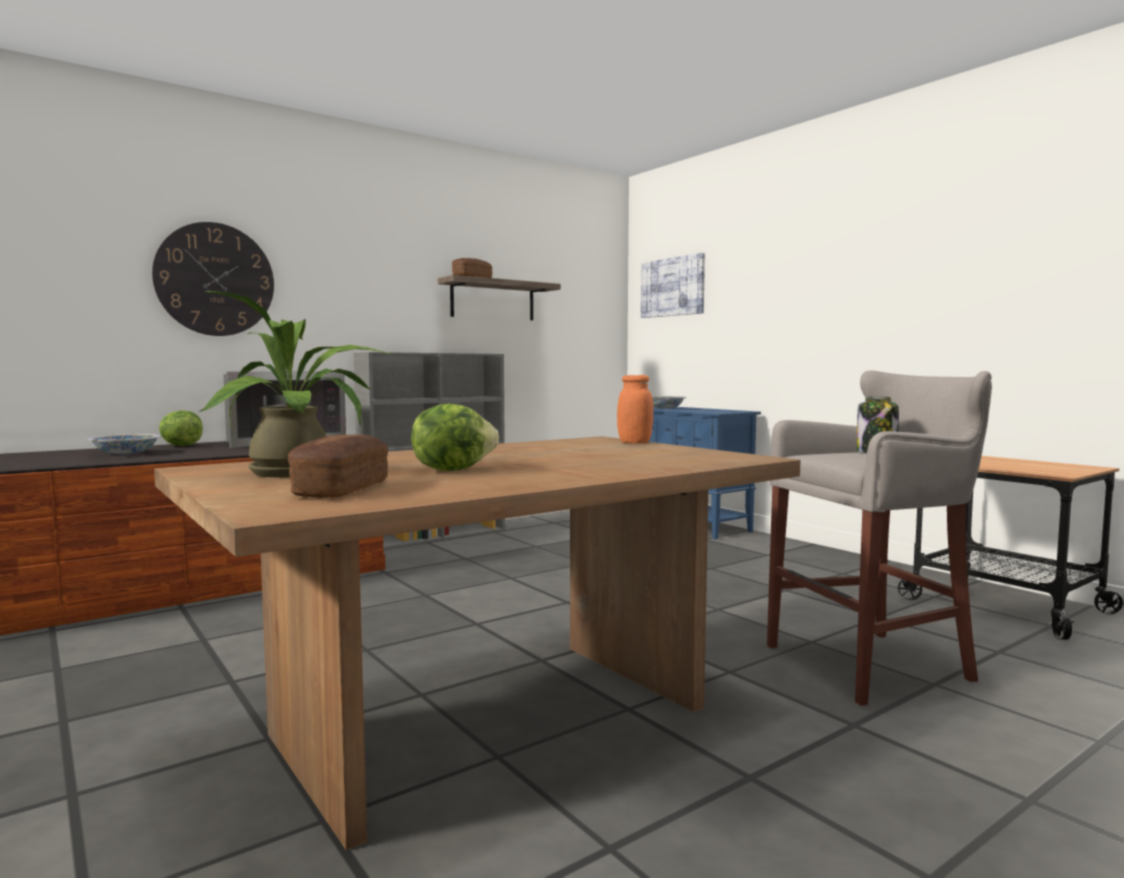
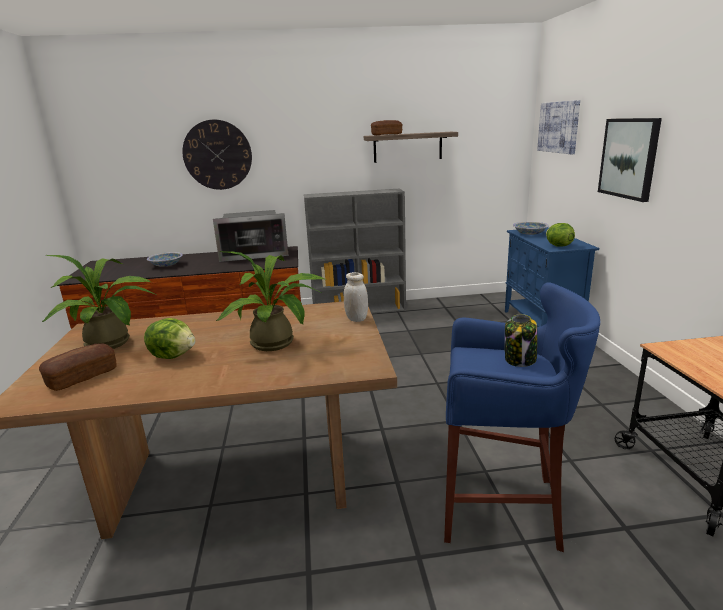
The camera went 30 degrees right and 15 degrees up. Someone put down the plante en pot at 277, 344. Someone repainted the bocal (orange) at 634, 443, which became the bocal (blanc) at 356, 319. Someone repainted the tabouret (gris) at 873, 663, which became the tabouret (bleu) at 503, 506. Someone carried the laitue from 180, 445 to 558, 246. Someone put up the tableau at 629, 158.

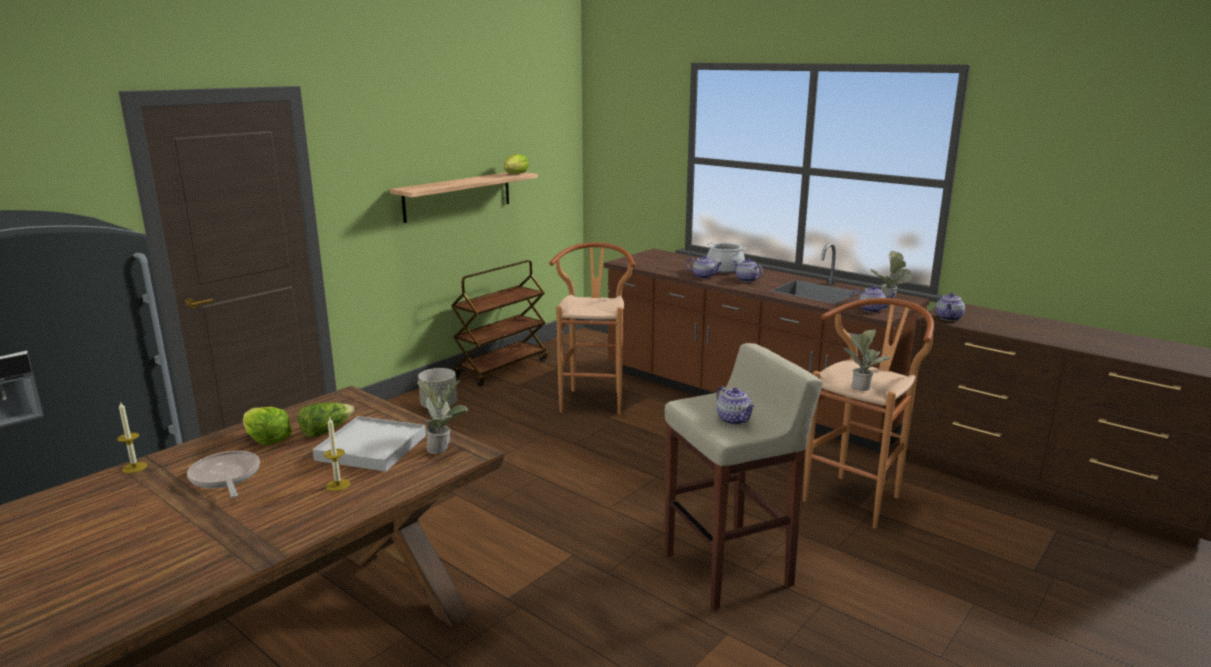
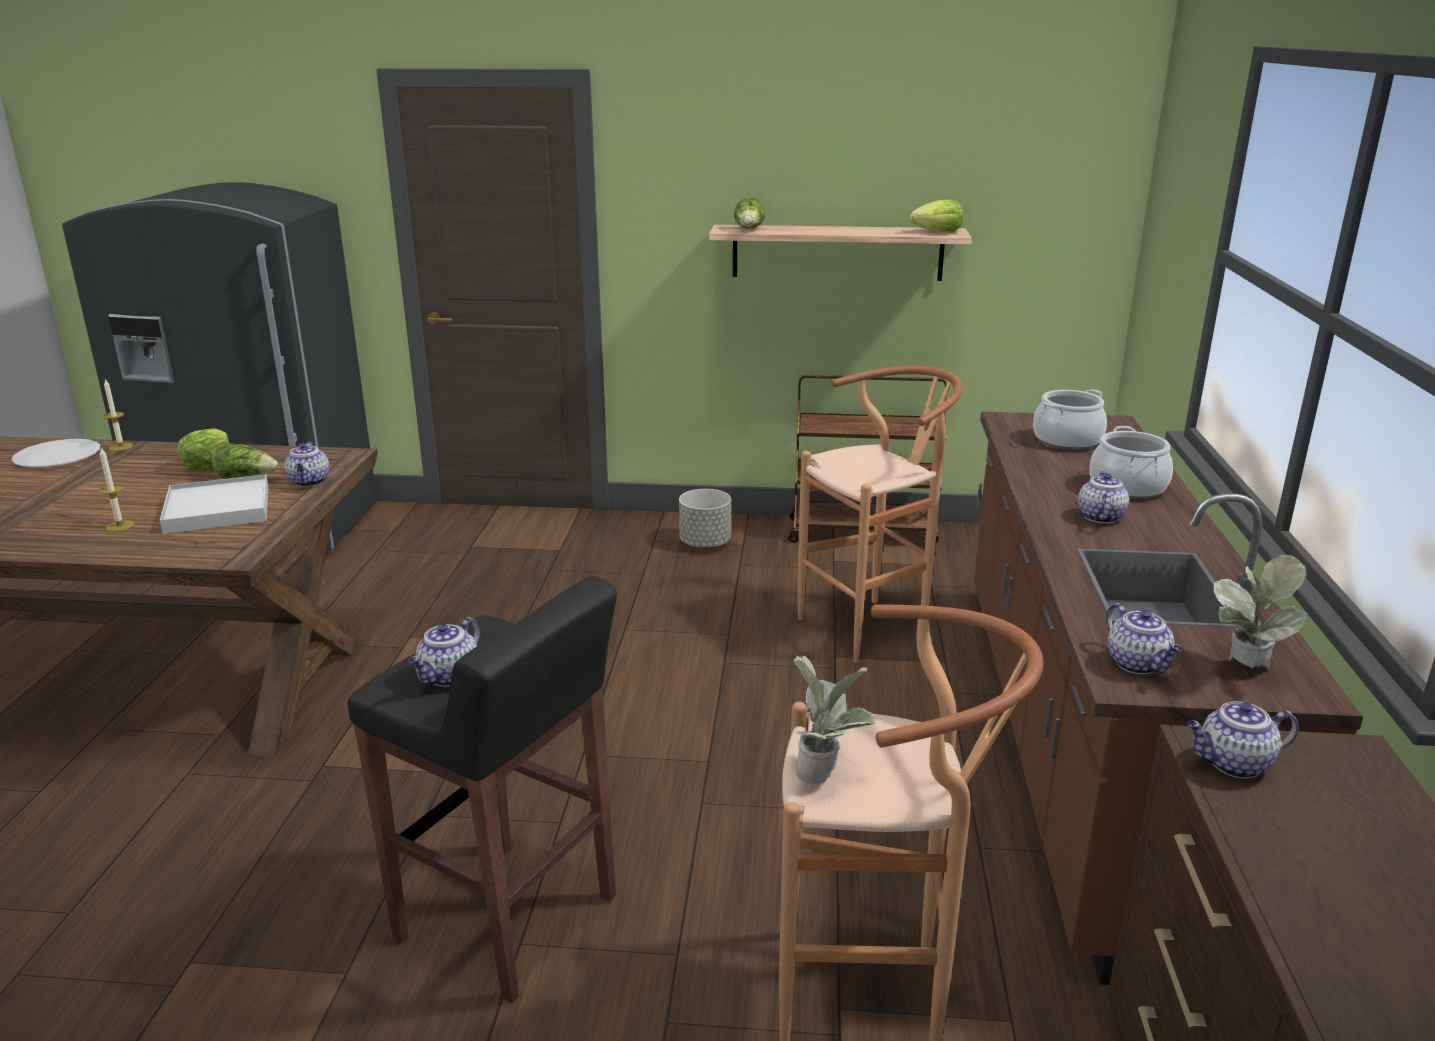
The camera went 55 degrees right and 5 degrees up. Someone put down the assiette (blanc) at 57, 456. Someone carried the théière from 704, 276 to 309, 482. Someone repainted the tabouret (beige) at 729, 569, which became the tabouret (noir) at 509, 920. Someone put down the laitue at 749, 229. Someone put down the marmite at 1066, 440. Someone took away the poêle at 225, 477. Someone took away the plante en pot at 444, 448.

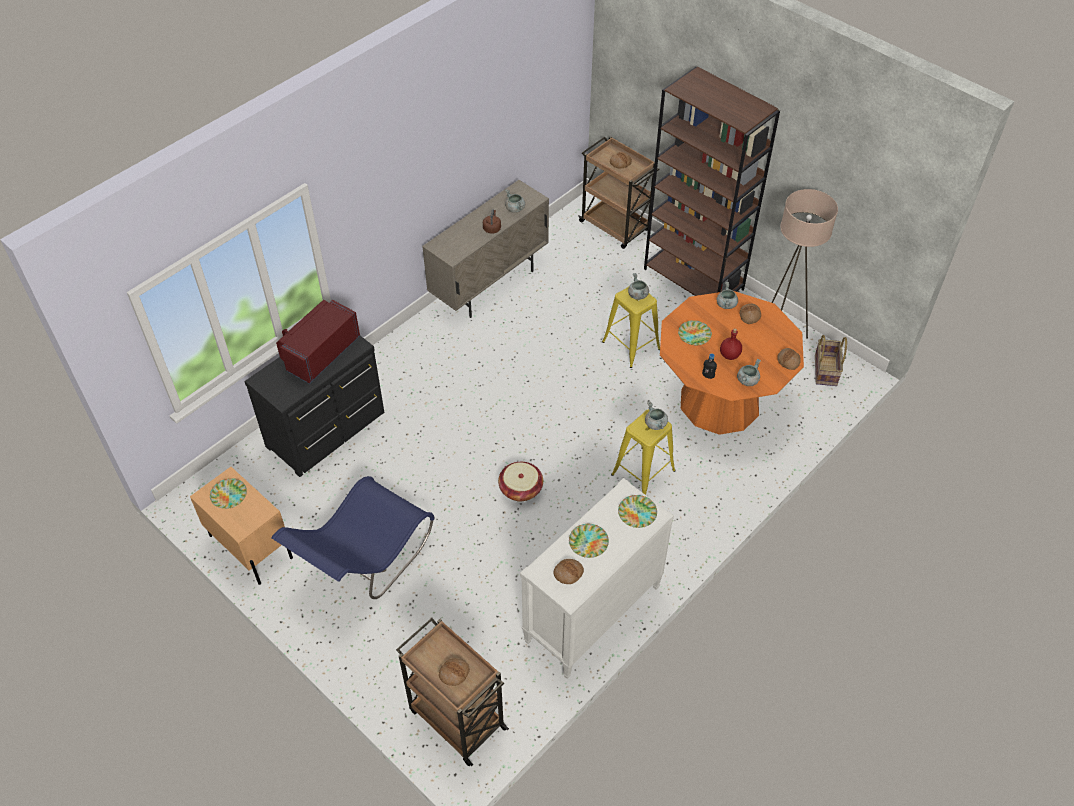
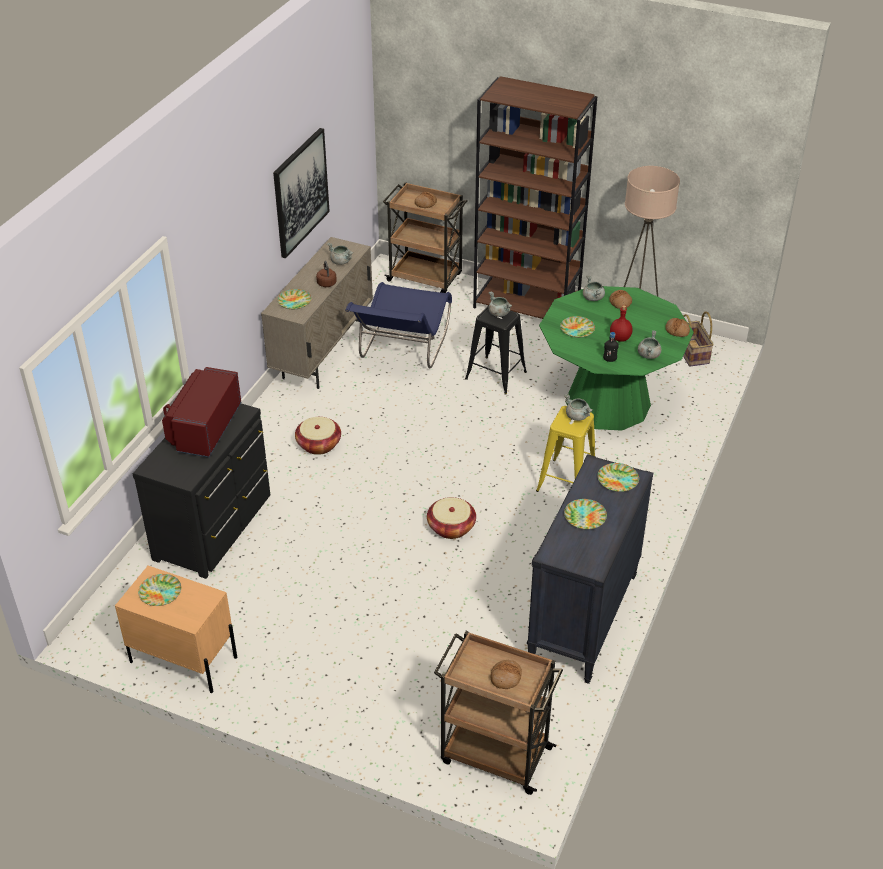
The camera went 20 degrees left and 10 degrees down. Someone put up the tableau at 300, 192. Someone put down the assiette at 294, 301. Someone put down the panier at 319, 444. Someone carried the chaise (bleu) from 364, 561 to 402, 351. Someone repainted the tabouret (jaune) at 631, 345, which became the tabouret (noir) at 496, 375. Someone repainted the commode (blanc) at 592, 615, which became the commode (noir) at 583, 619. Someone repainted the table à manger (orange) at 719, 402, which became the table à manger (vert) at 607, 403. Someone took away the pain at 568, 573.

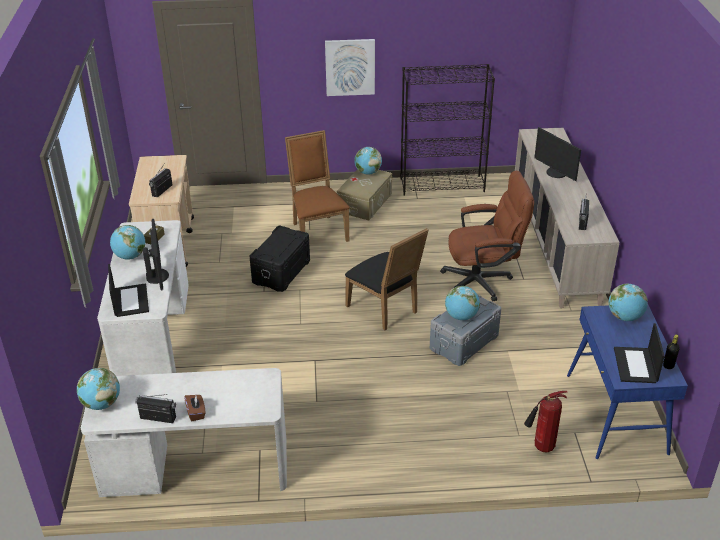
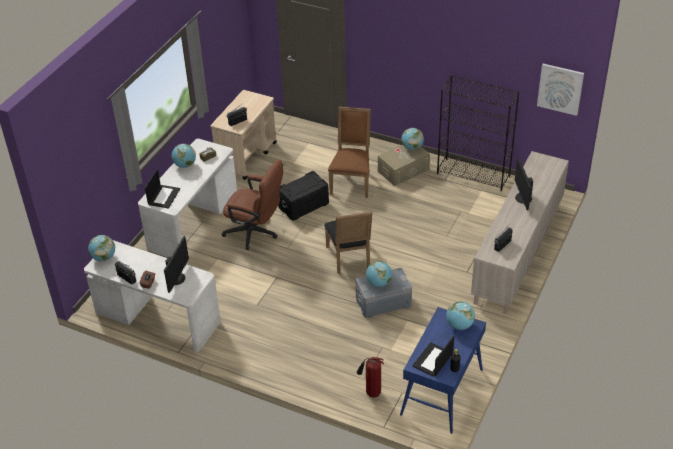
The camera went 30 degrees right and 5 degrees up. Someone carried the écran d'ordinateur from 158, 276 to 177, 278. Someone carried the chaise de bureau (marron) from 483, 281 to 255, 233. Someone carried the tableau from 350, 67 to 560, 89.

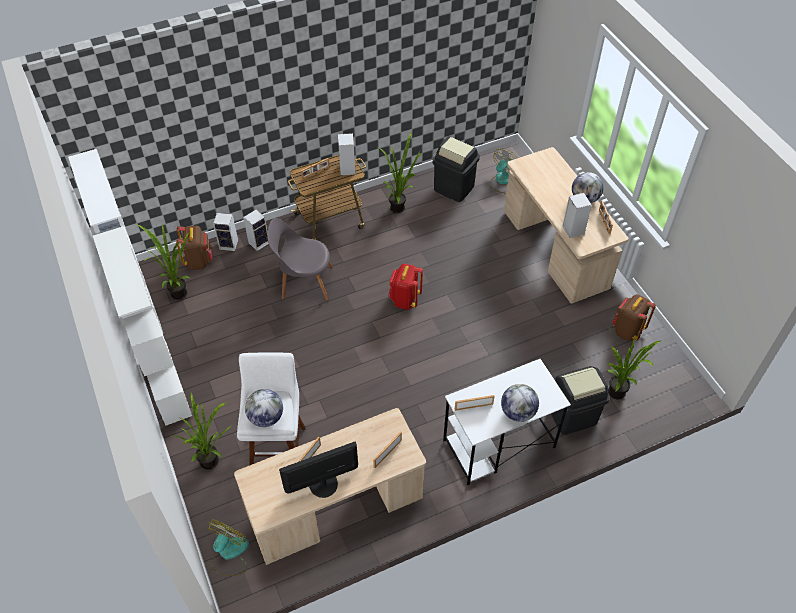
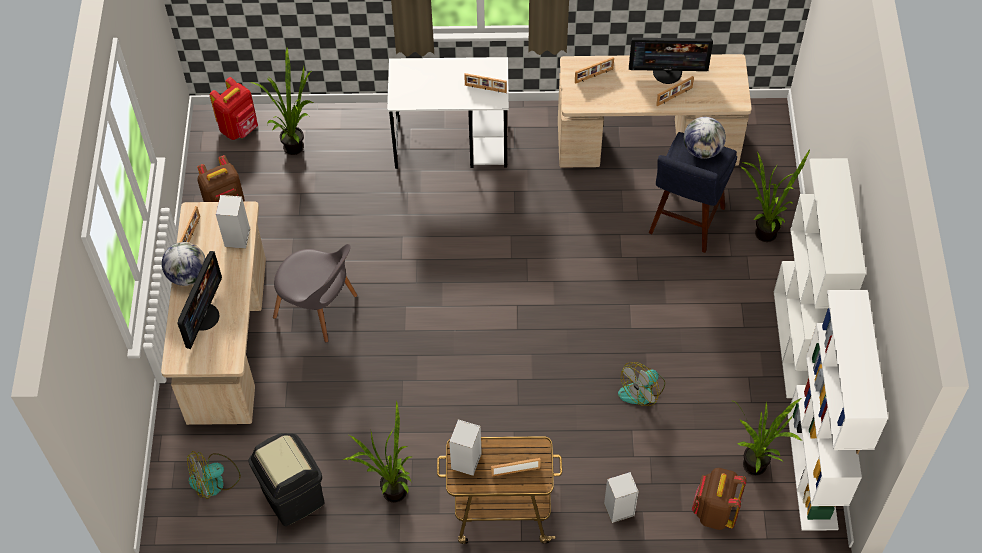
The camera went 155 degrees left and 5 degrees up. Someone put down the écran d'ordinateur at 203, 316. Someone carried the sac à dos (rouge) from 405, 300 to 239, 128. Someone carried the chaise (gris) from 304, 282 to 318, 308. Someone carried the ventilateur from 229, 554 to 642, 389. Someone repainted the tabouret (blanc) at 278, 445, which became the tabouret (bleu) at 685, 224. Someone took away the enceinte at 229, 244. Someone took away the globe at 517, 412. Someone took away the poubelle (noir) at 572, 416.

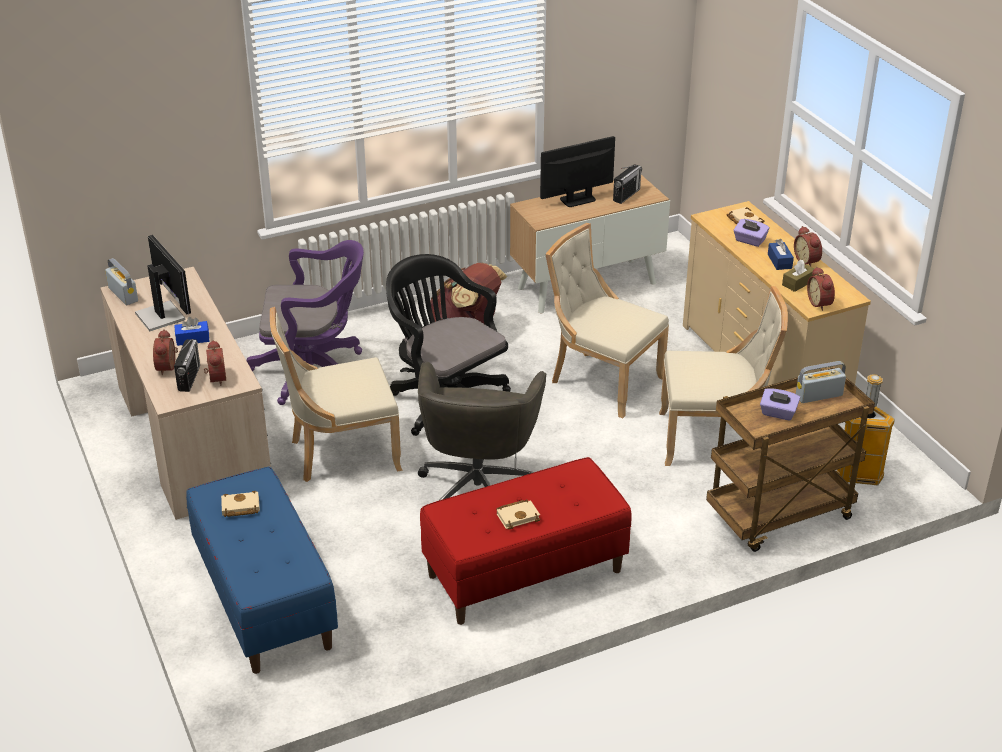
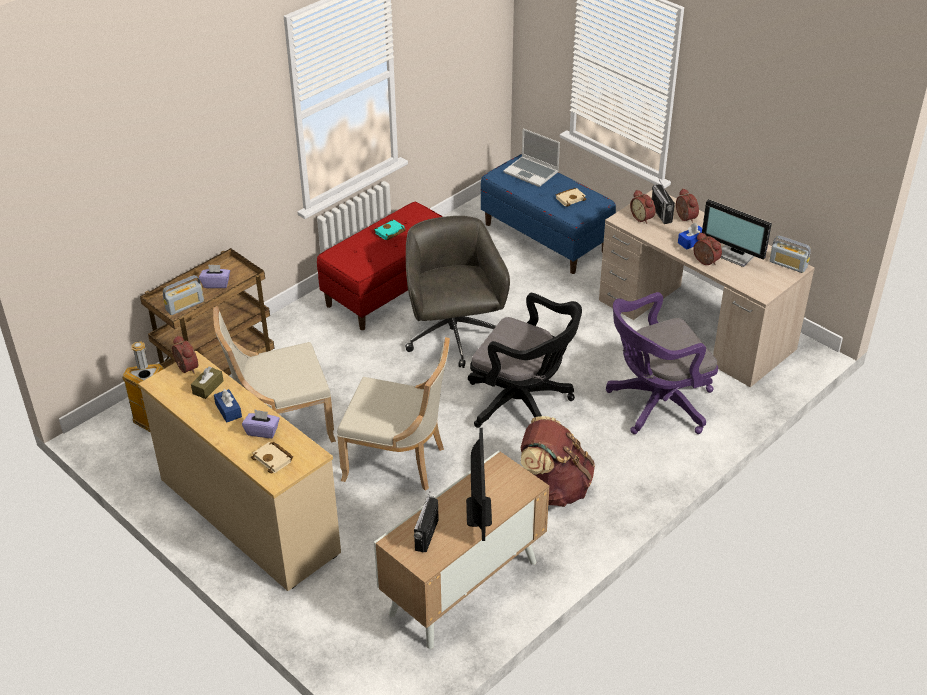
The camera went 160 degrees right and 5 degrees up. Someone repainted the livre (beige) at 518, 516, which became the livre (turquoise) at 389, 232. Someone rotated the écran d'ordinateur at 577, 199 by 45 degrees counterclockwise. Someone put down the ordinateur portable at 532, 172. Someone carried the réveil from 807, 261 to 704, 262. Someone took away the chaise (beige) at 340, 453.

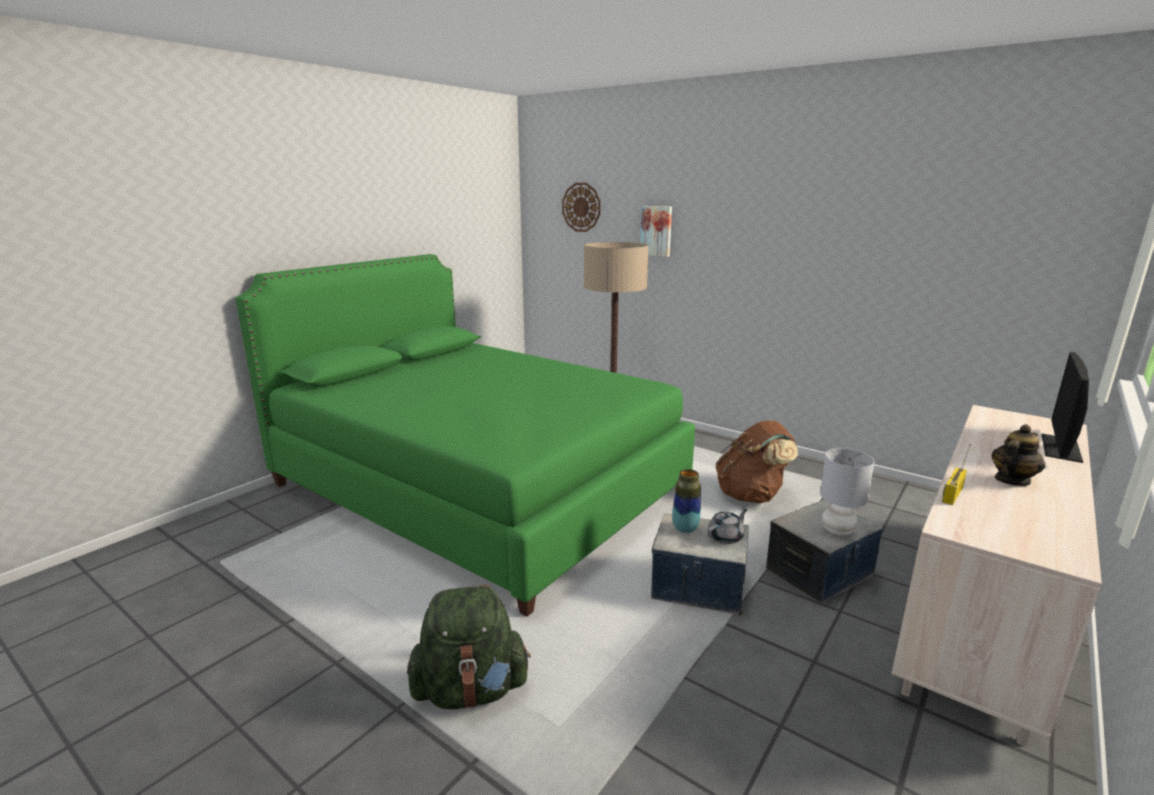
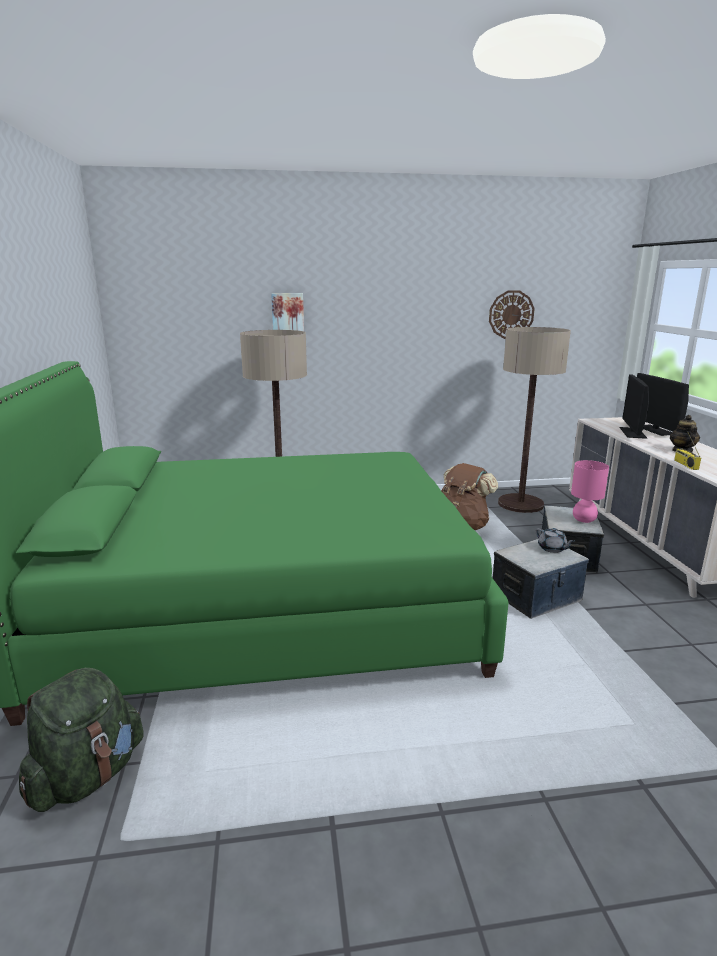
The camera went 45 degrees left and 0 degrees up. Someone carried the sac à dos (vert) from 471, 690 to 88, 776. Someone carried the horloge murale from 581, 207 to 511, 314. Someone put down the lampadaire at 520, 504. Someone rotated the théière (gris) at 726, 537 by 135 degrees clockwise. Someone repainted the lampe de table (gris) at 838, 531, which became the lampe de table (rose) at 584, 520. Someone put down the écran d'ordinateur at 632, 432. Someone took away the vase at 685, 528.

